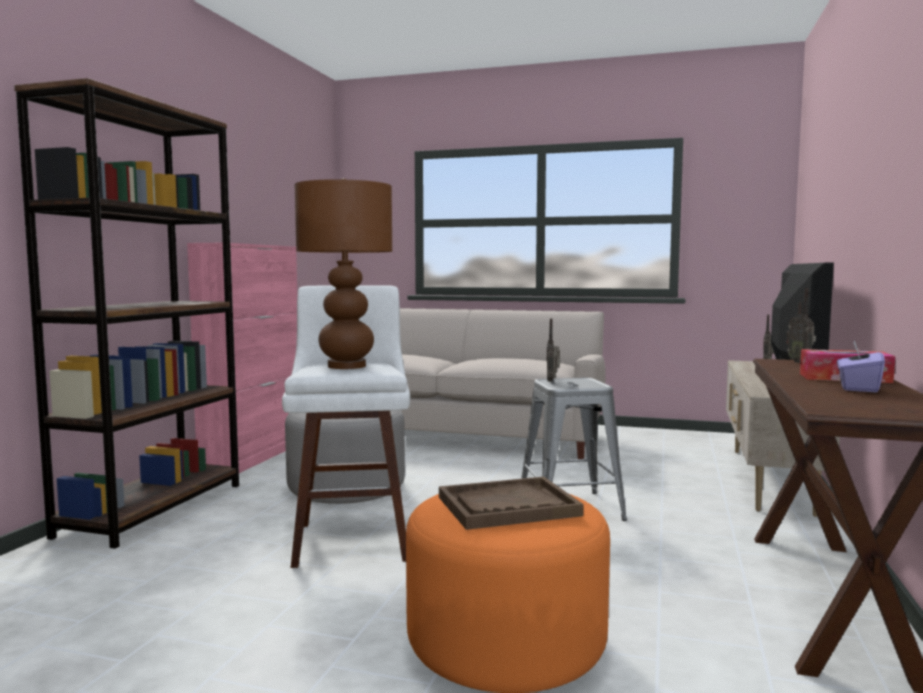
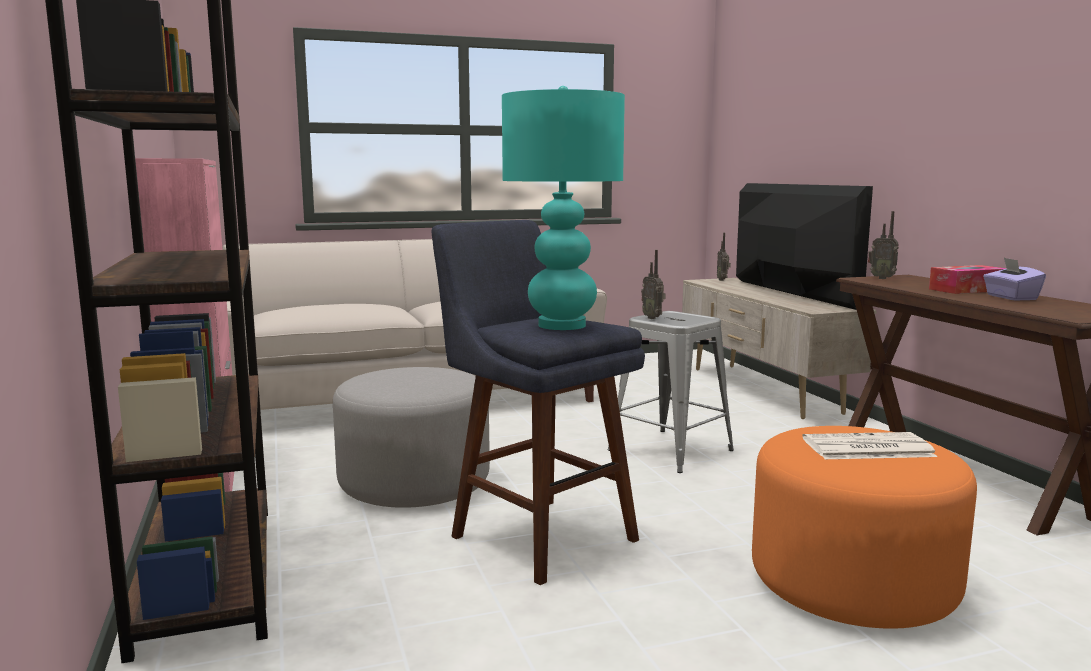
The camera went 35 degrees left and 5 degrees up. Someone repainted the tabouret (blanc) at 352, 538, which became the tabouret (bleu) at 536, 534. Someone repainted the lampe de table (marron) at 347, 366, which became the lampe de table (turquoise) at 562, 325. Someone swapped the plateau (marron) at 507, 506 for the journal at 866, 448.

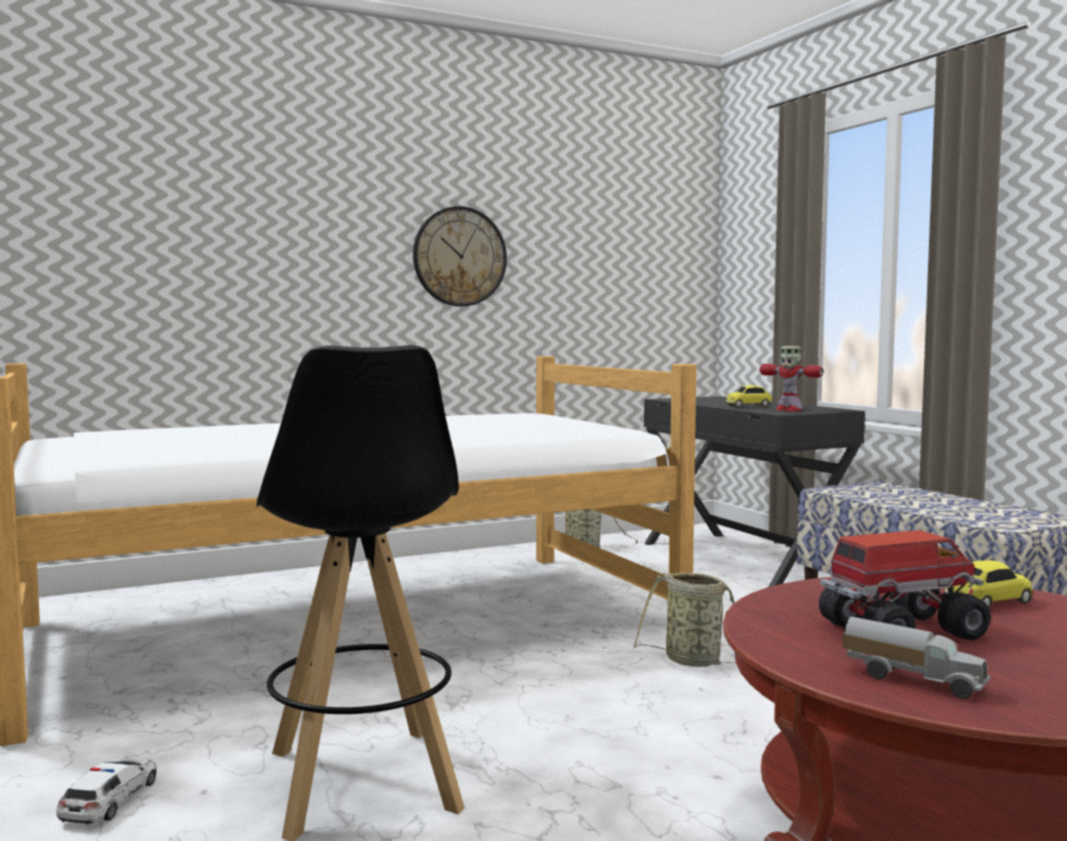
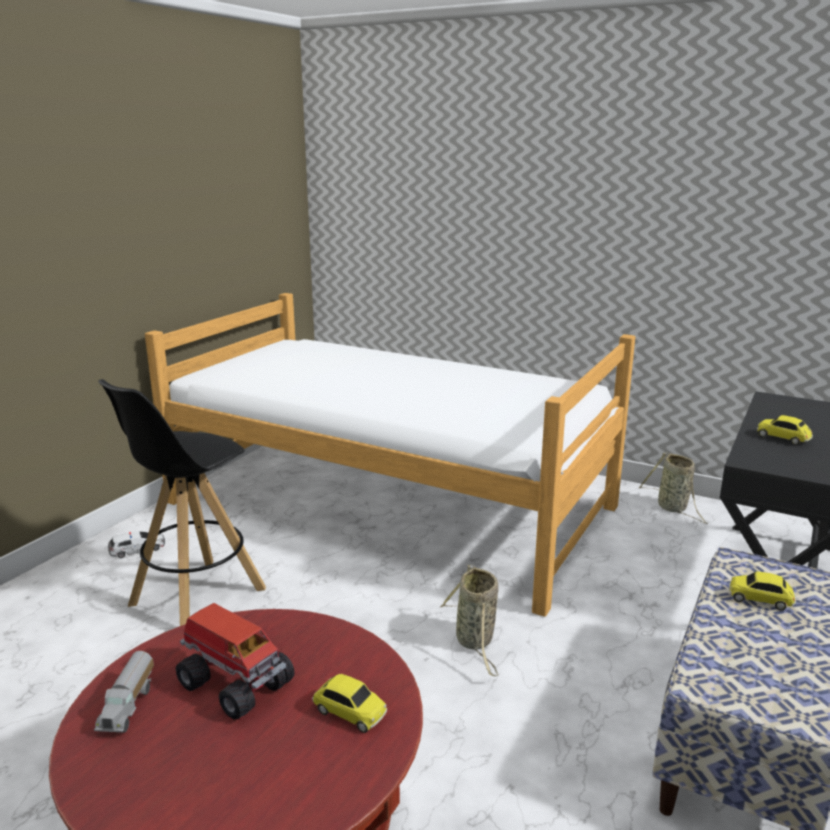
The camera went 55 degrees right and 15 degrees up. Someone put down the petite voiture at 760, 599. Someone took away the horloge murale at 459, 256. Someone took away the robot jouet at 788, 410.

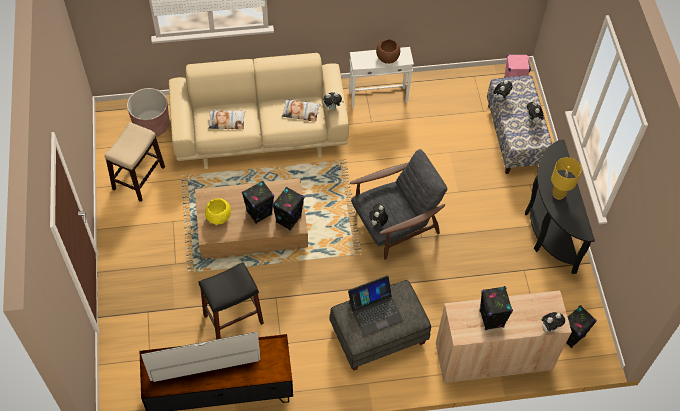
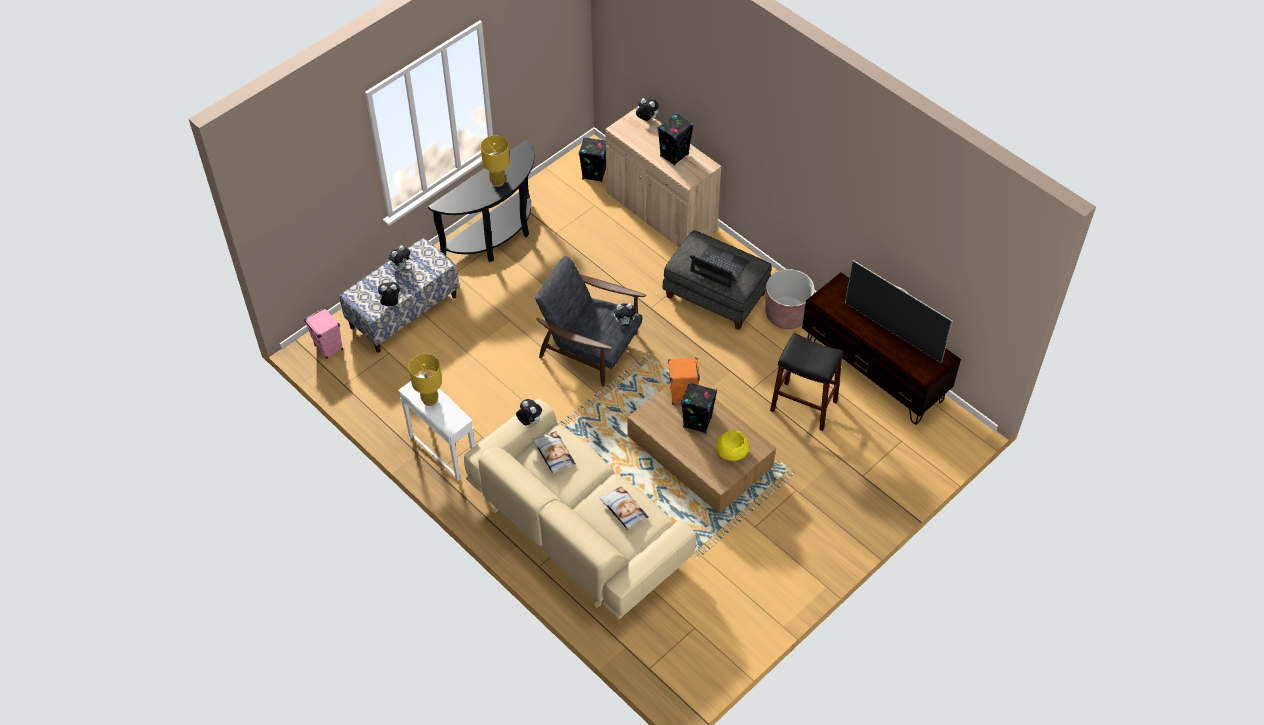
The camera went 125 degrees left and 5 degrees down. Someone swapped the bol (marron) at 387, 57 for the lampe de table (jaune) at 430, 400. Someone repainted the enceinte (noir) at 288, 219, which became the enceinte (orange) at 682, 395. Someone carried the cache-pot (marron) from 152, 125 to 787, 314. Someone took away the tabouret at 139, 177.

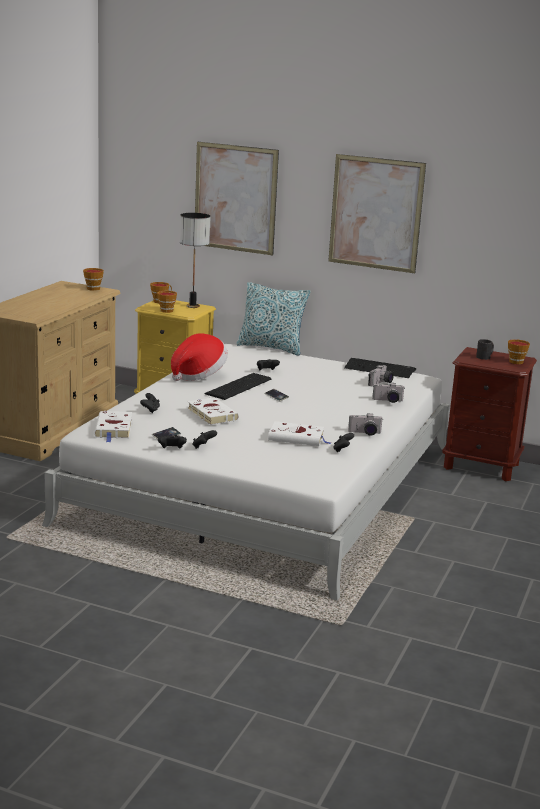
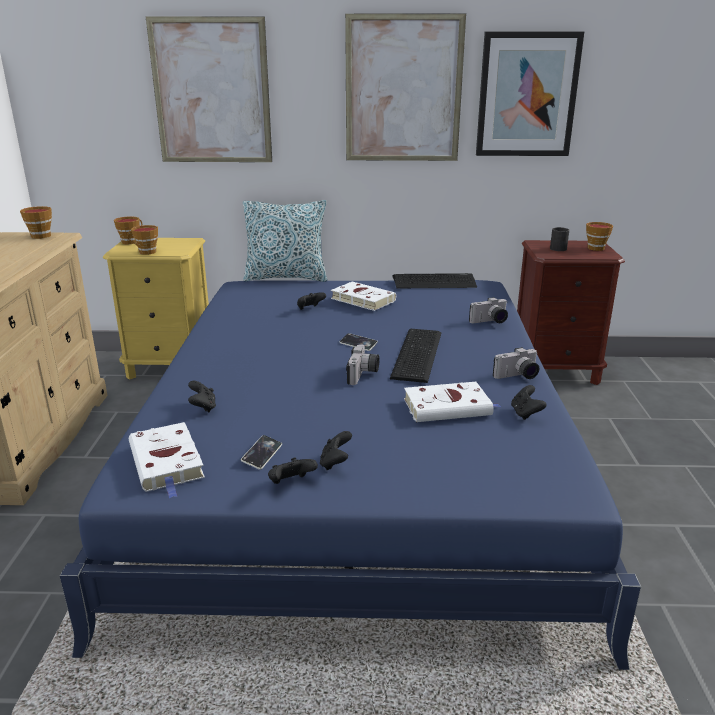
The camera went 20 degrees left and 5 degrees up. Someone repainted the lit (blanc) at 265, 484, which became the lit (bleu) at 357, 460. Someone carried the livre (blanc) from 211, 414 to 361, 299. Someone carried the appareil photo from 381, 383 to 363, 375. Someone carried the clavier from 237, 386 to 415, 355. Someone put up the tableau at 527, 95. Someone took away the chapeau at 198, 375. Someone took away the lampe de table at 193, 306.

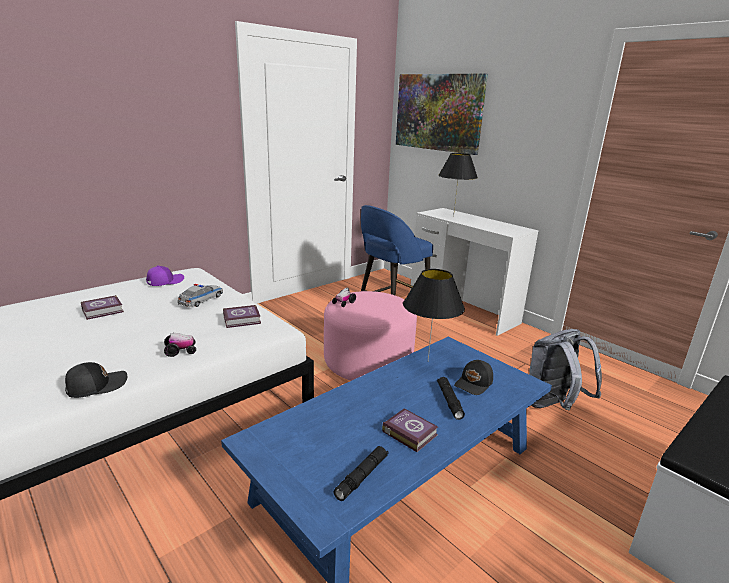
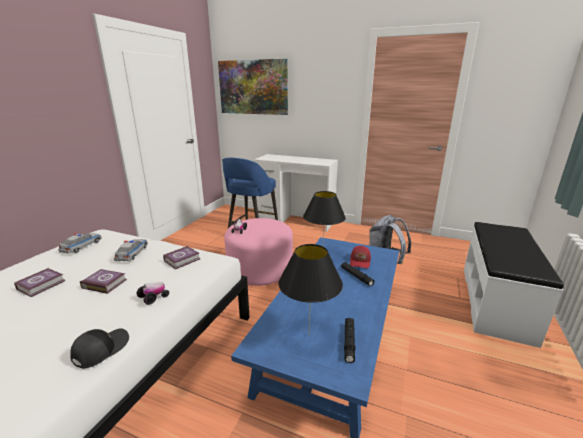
The camera went 25 degrees left and 0 degrees up. Someone swapped the casquette (violet) at 165, 281 for the petite voiture at 82, 246. Someone carried the livre from 409, 432 to 104, 283. Someone carried the lampe de table (noir) from 453, 216 to 309, 335. Someone repainted the casquette (noir) at 474, 384, which became the casquette (rouge) at 360, 261.

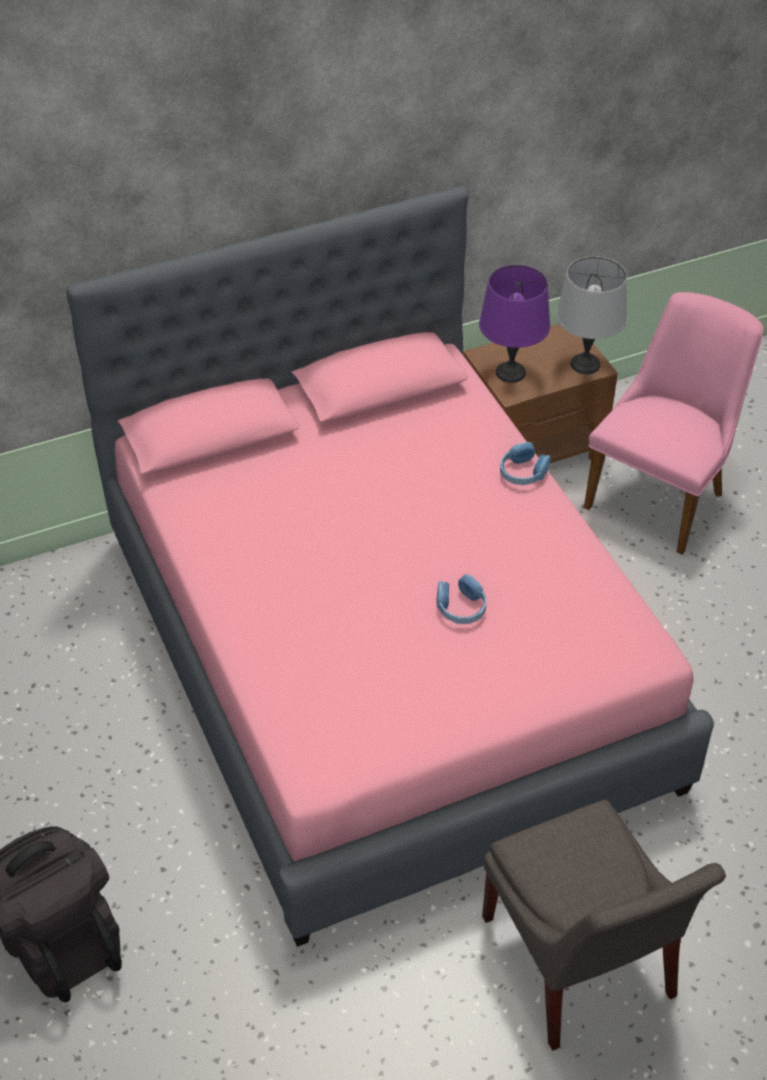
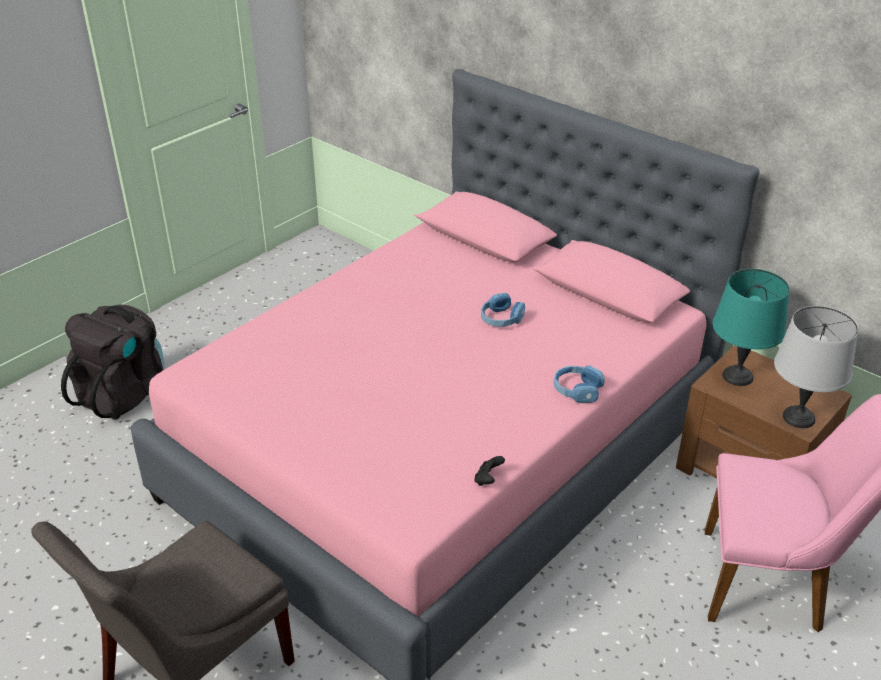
The camera went 65 degrees right and 10 degrees down. Someone put down the manette (noir) at 488, 480. Someone carried the casque audio (bleu) from 461, 608 to 501, 319. Someone repainted the lampe de table (violet) at 510, 372, which became the lampe de table (turquoise) at 738, 376.

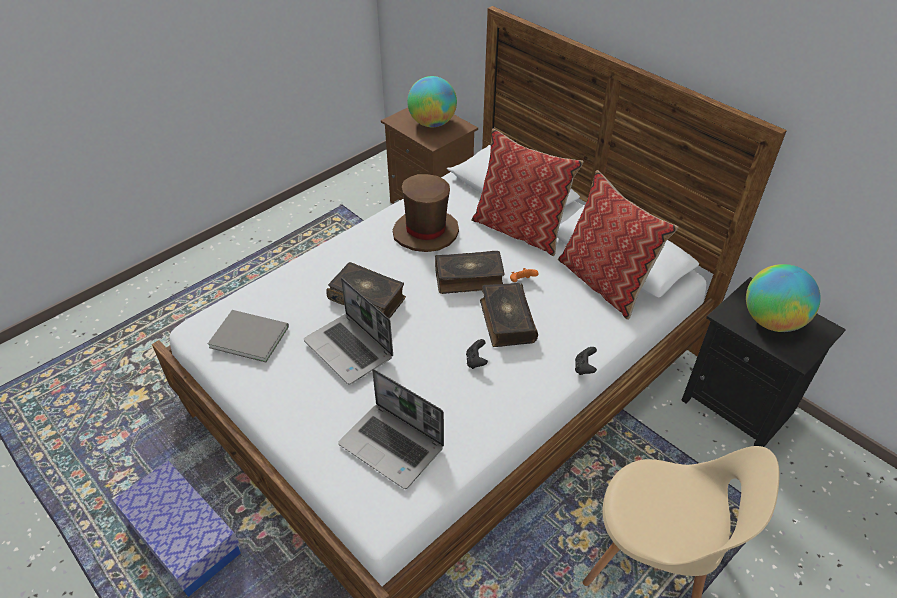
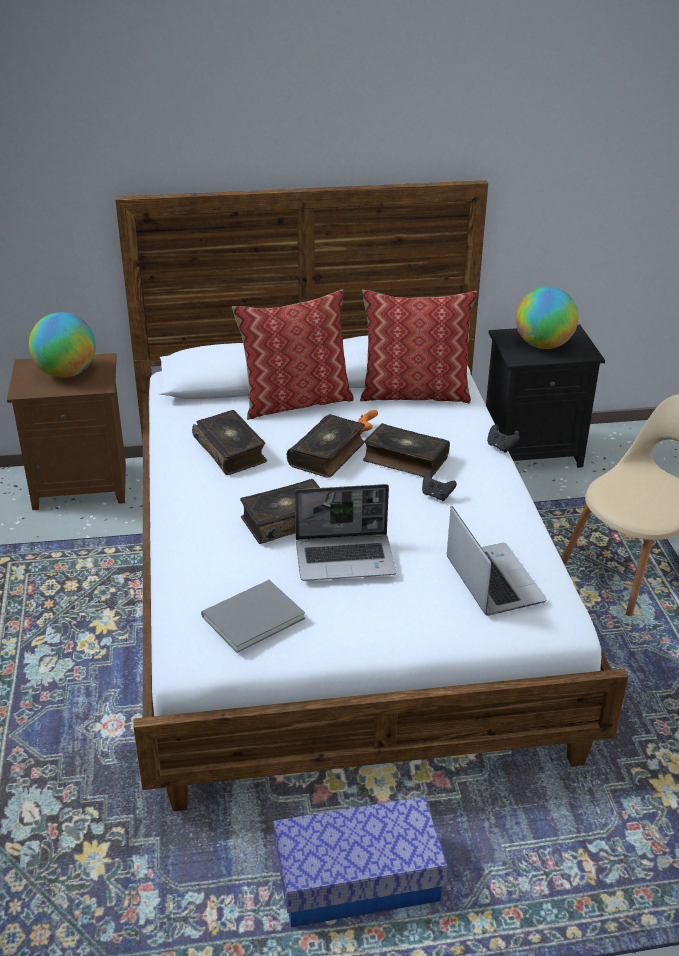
The camera went 55 degrees left and 10 degrees down. Someone swapped the chapeau (marron) at 426, 232 for the livre at 231, 451. Someone rotated the ordinateur portable at 393, 446 by 90 degrees counterclockwise.

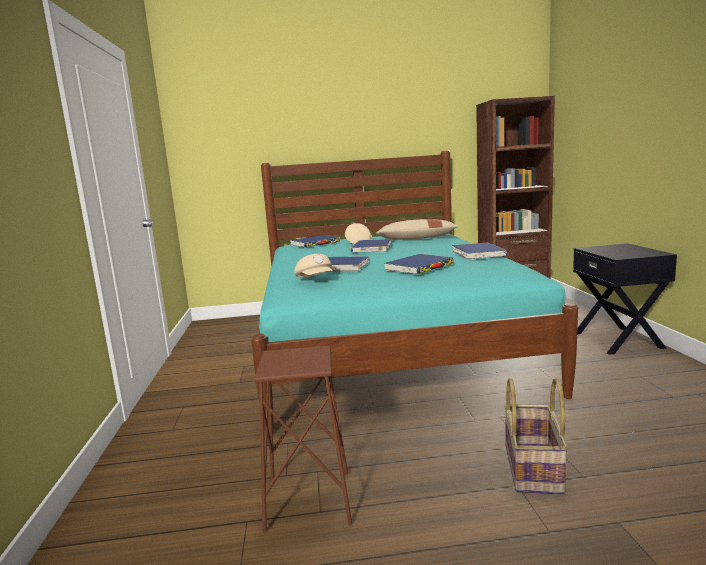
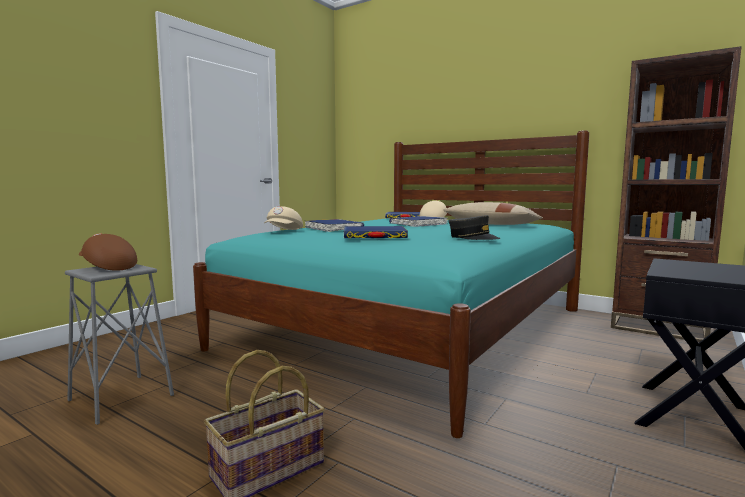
The camera went 40 degrees right and 5 degrees down. Someone repainted the tabouret (marron) at 308, 500, which became the tabouret (gris) at 120, 398. Someone put down the casquette (marron) at 107, 267. Someone swapped the livre (bleu) at 478, 254 for the casquette (gris) at 473, 238.

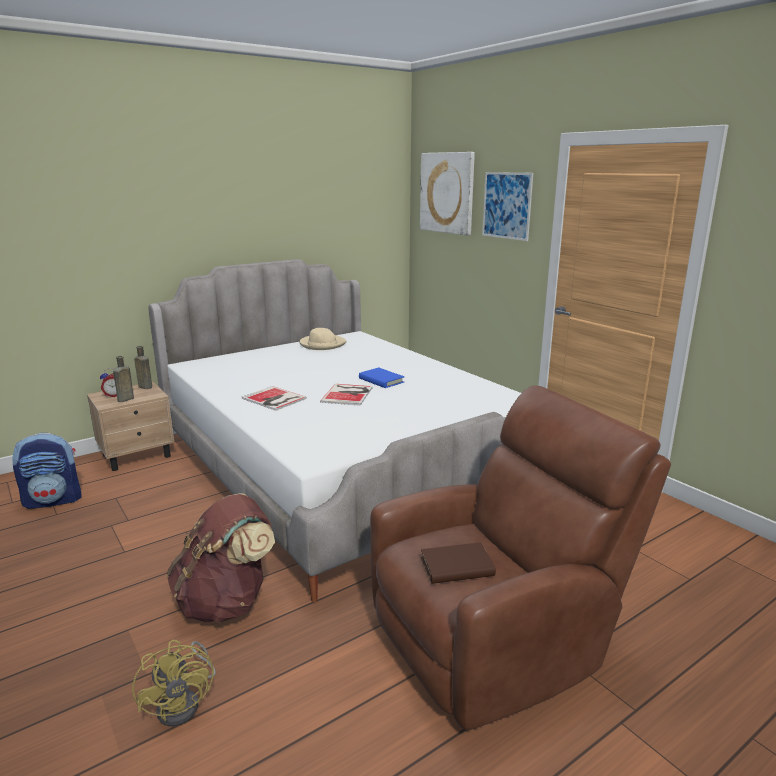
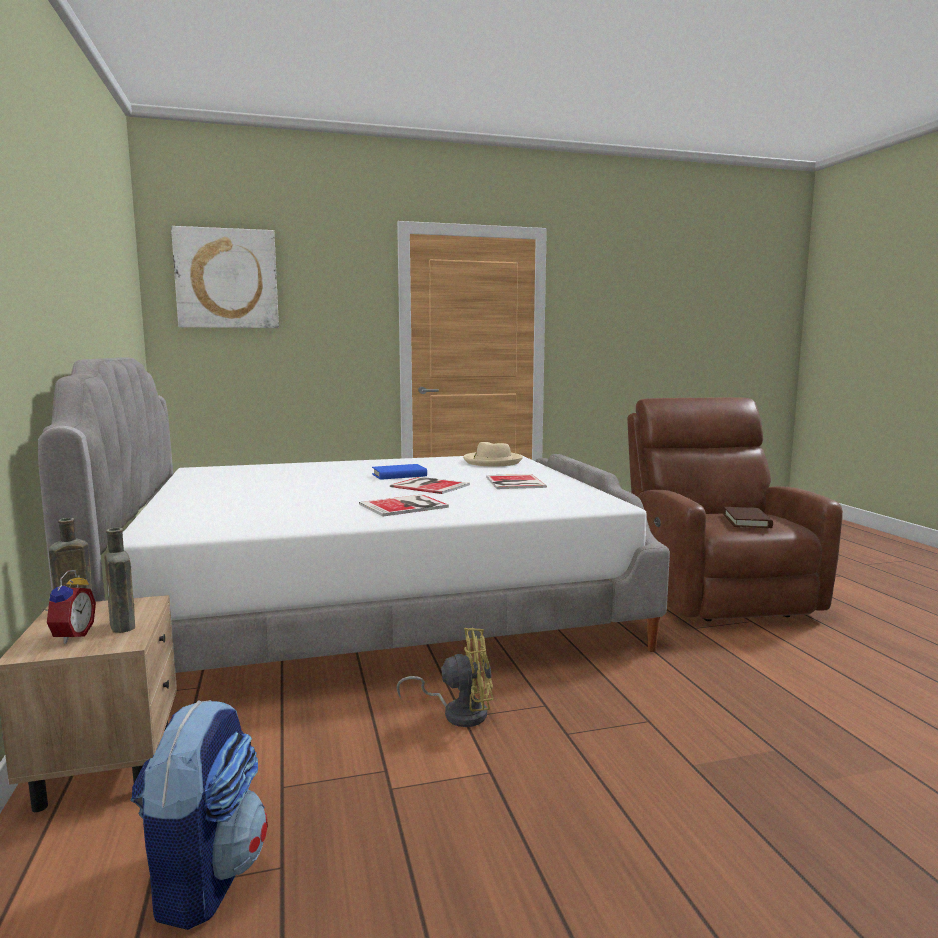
The camera went 70 degrees left and 10 degrees down. Someone carried the ventilateur (jaune) from 185, 703 to 458, 712. Someone carried the chapeau (beige) from 322, 344 to 492, 462. Someone put down the livre at 514, 482. Someone took away the sac à dos (marron) at 226, 602. Someone took away the tableau at 507, 205.

